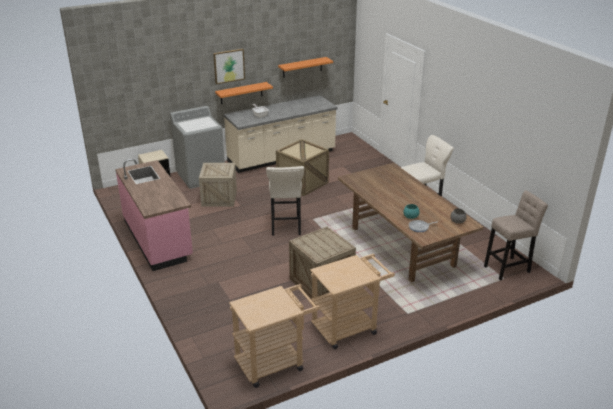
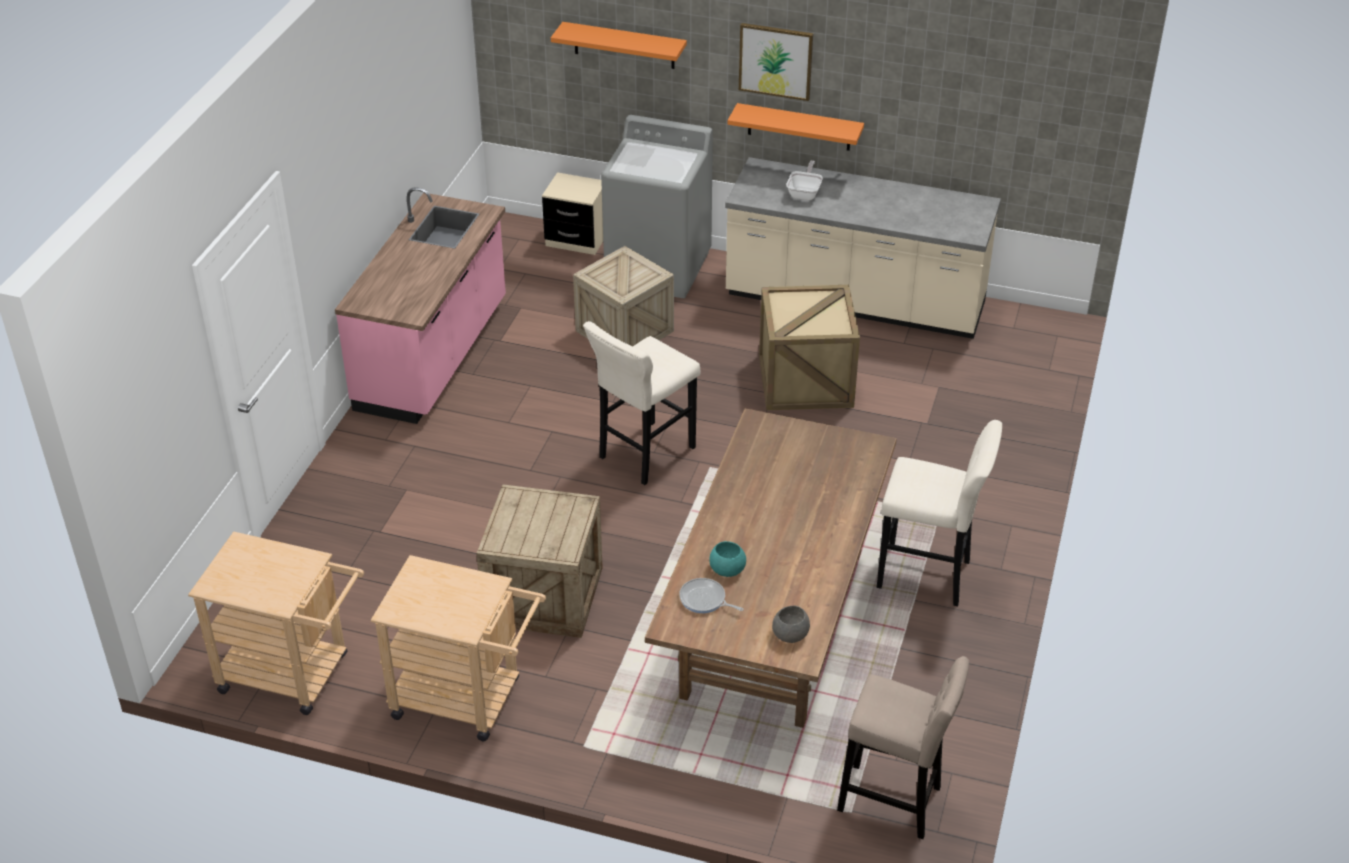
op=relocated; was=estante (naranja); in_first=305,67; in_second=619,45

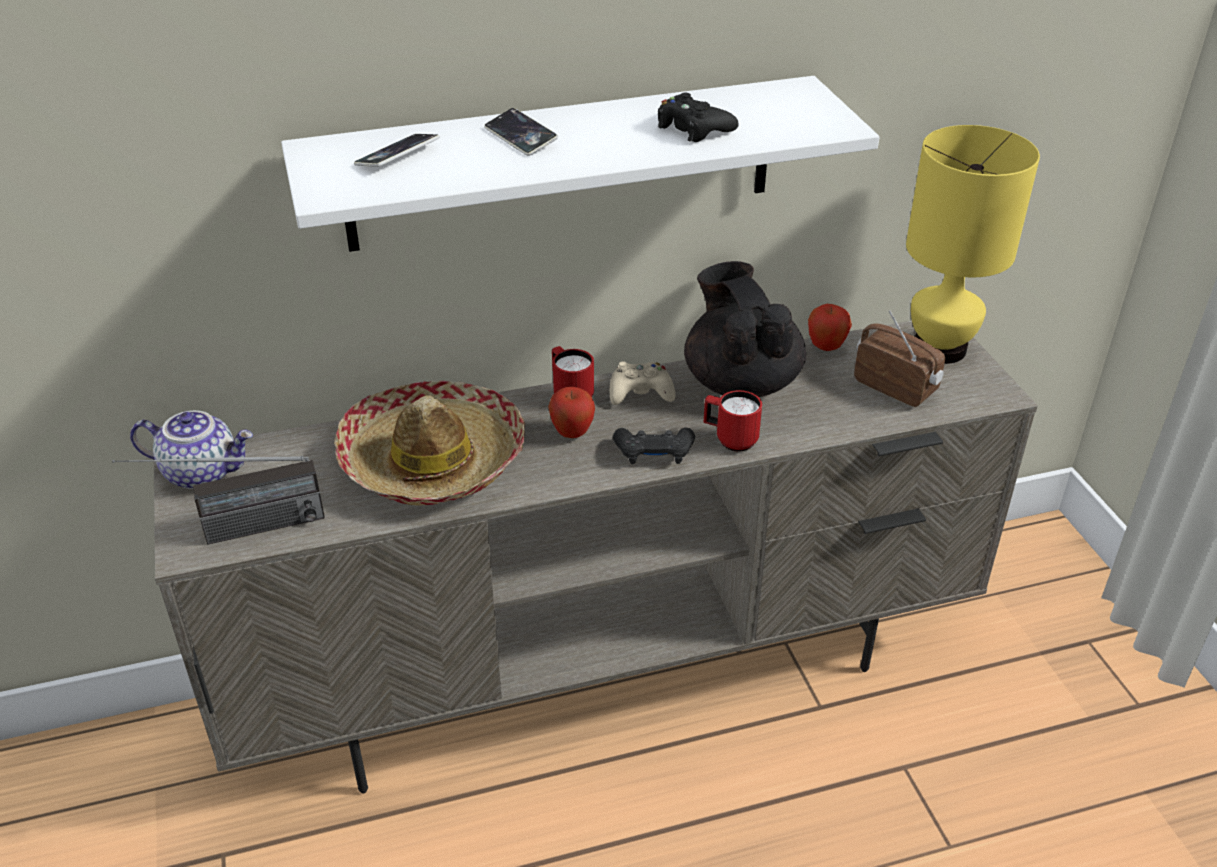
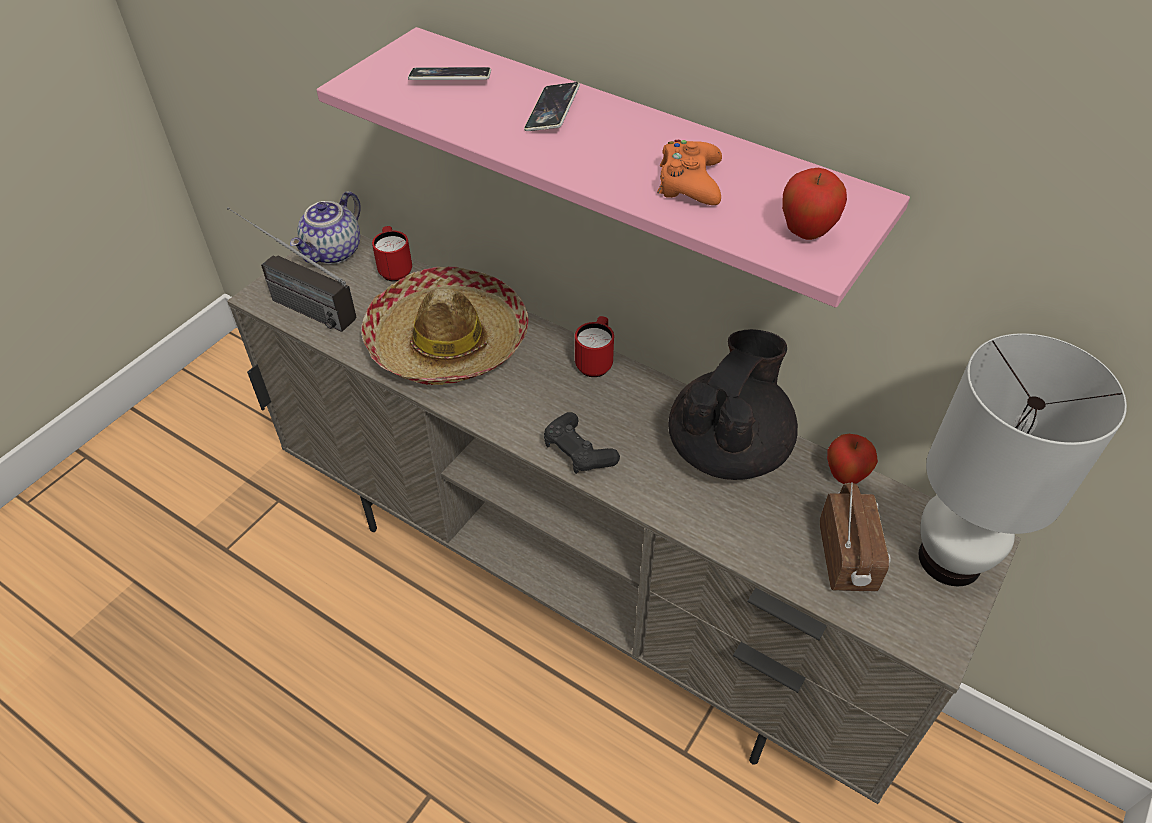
op=spun; was=tetera; in_first=191,449; in_second=325,227; clockwise=60
op=colour; was=estante (blanco); now=estante (rosa); in_first=580,164; in_second=613,167
op=relocated; was=manzana; in_first=571,412; in_second=814,204
op=missing; was=mando de consola (beis); in_first=642,383
op=colour; was=mando de consola (negro); now=mando de consola (naranja); in_first=698,117; in_second=689,172
op=relocated; was=taza grande (rojo); in_first=733,421; in_second=392,254
op=colour; was=lámpara de mesa (amarillo); now=lámpara de mesa (blanco); in_first=973,244; in_second=1022,460

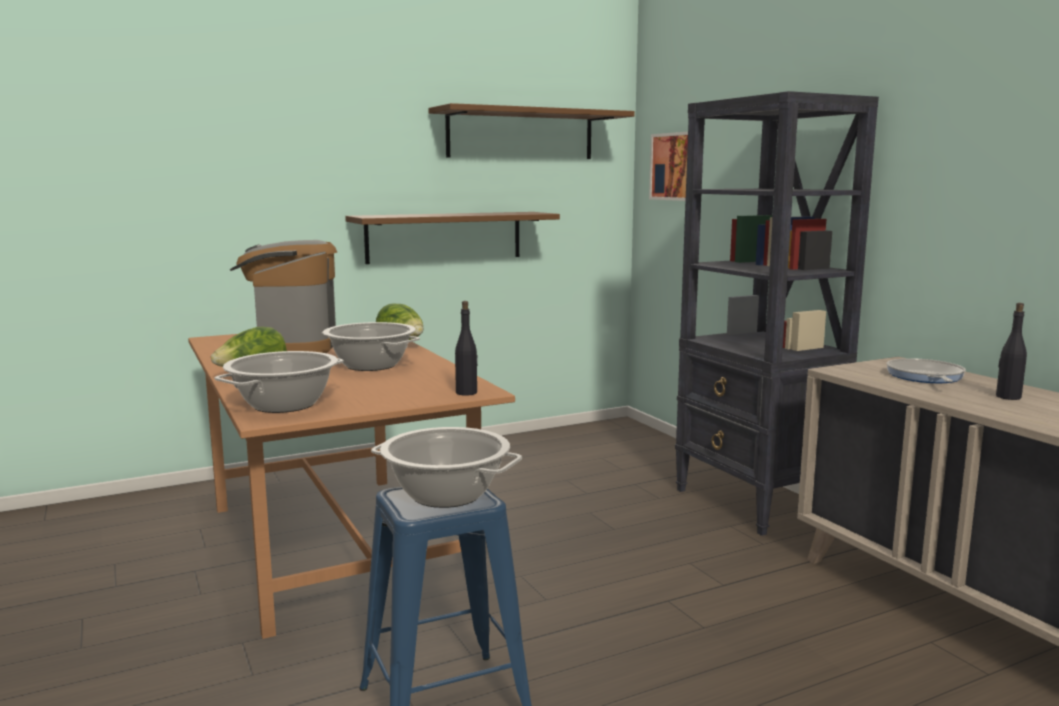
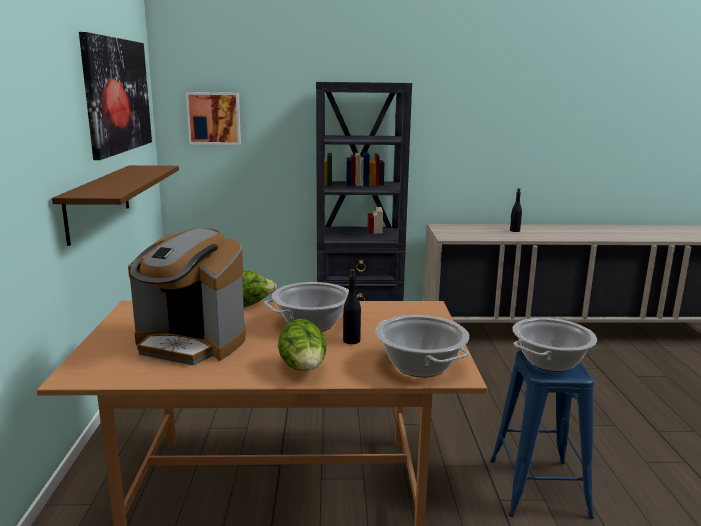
op=exchanged; was=estante (marrón); now=cuadro; in_first=531,131; in_second=115,96
op=relocated; was=botella (negro); in_first=466,348; in_second=352,306
op=missing; was=sartén; in_first=926,370

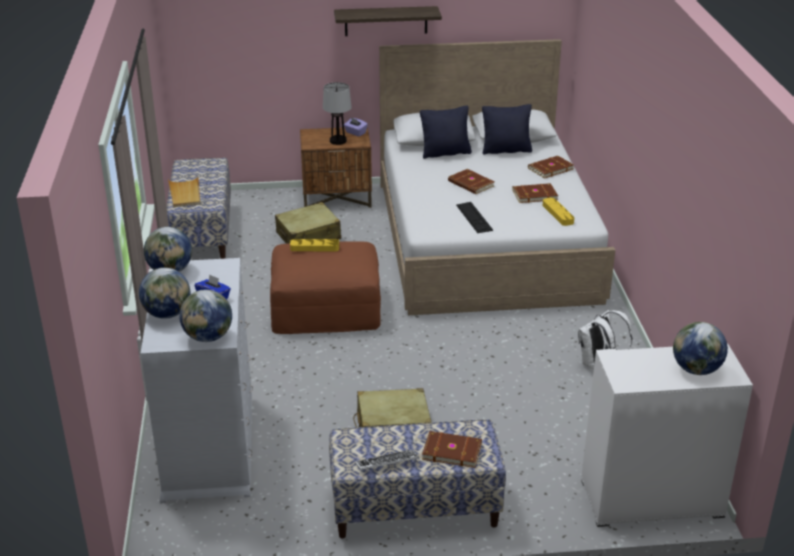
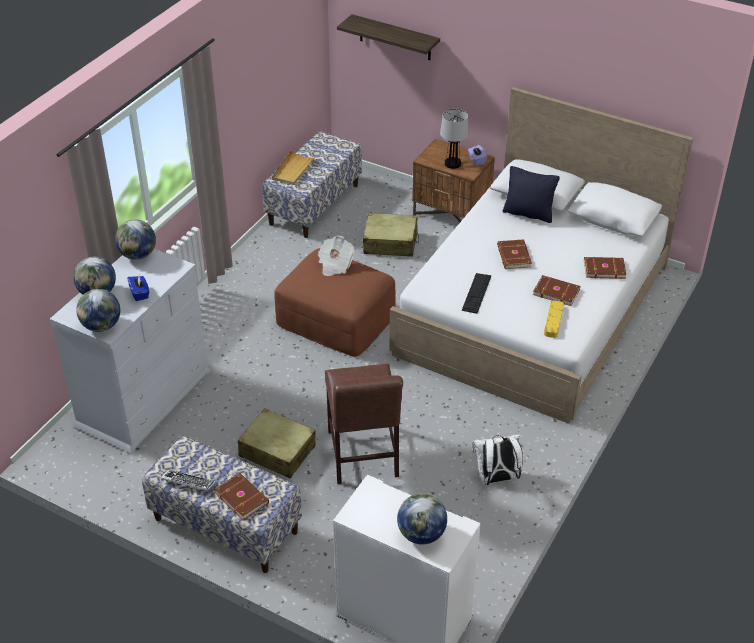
op=exchanged; was=bandeja (amarillo); now=periódico; in_first=314,245; in_second=336,256
op=relocated; was=estante; in_first=388,21; in_second=388,37
op=missing; was=cojín (negro); in_first=507,129
op=appeared; now=silla (marrón); in_second=364,423

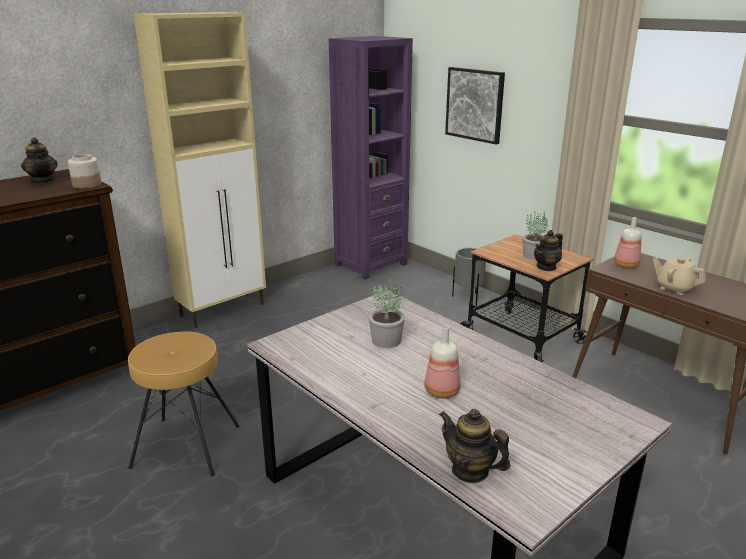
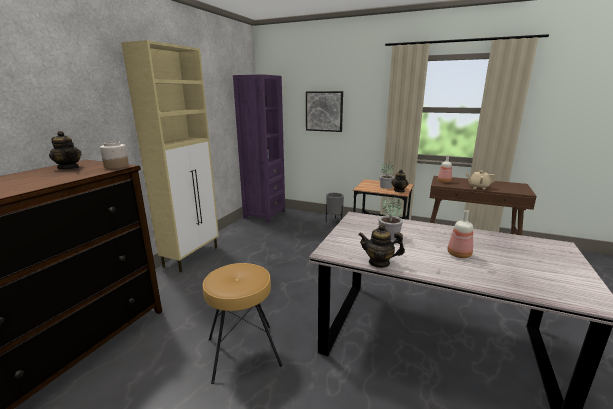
op=relocated; was=tetera; in_first=475,446; in_second=381,246

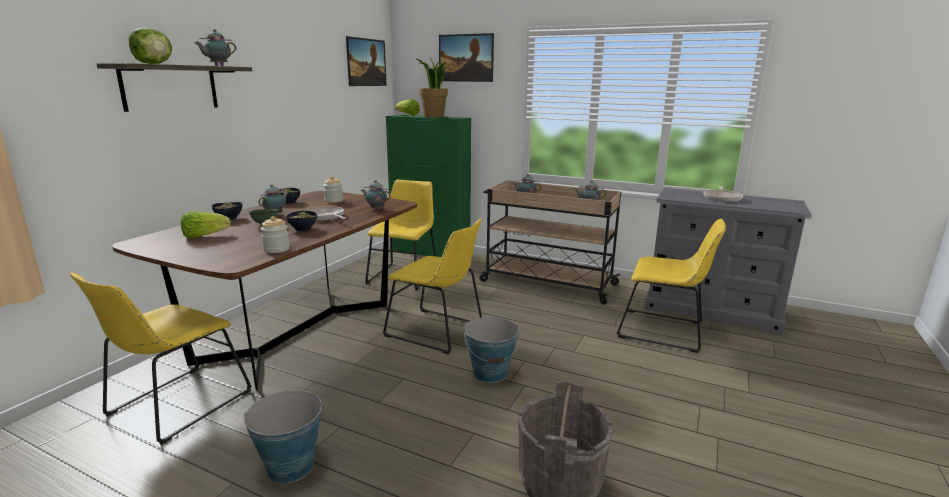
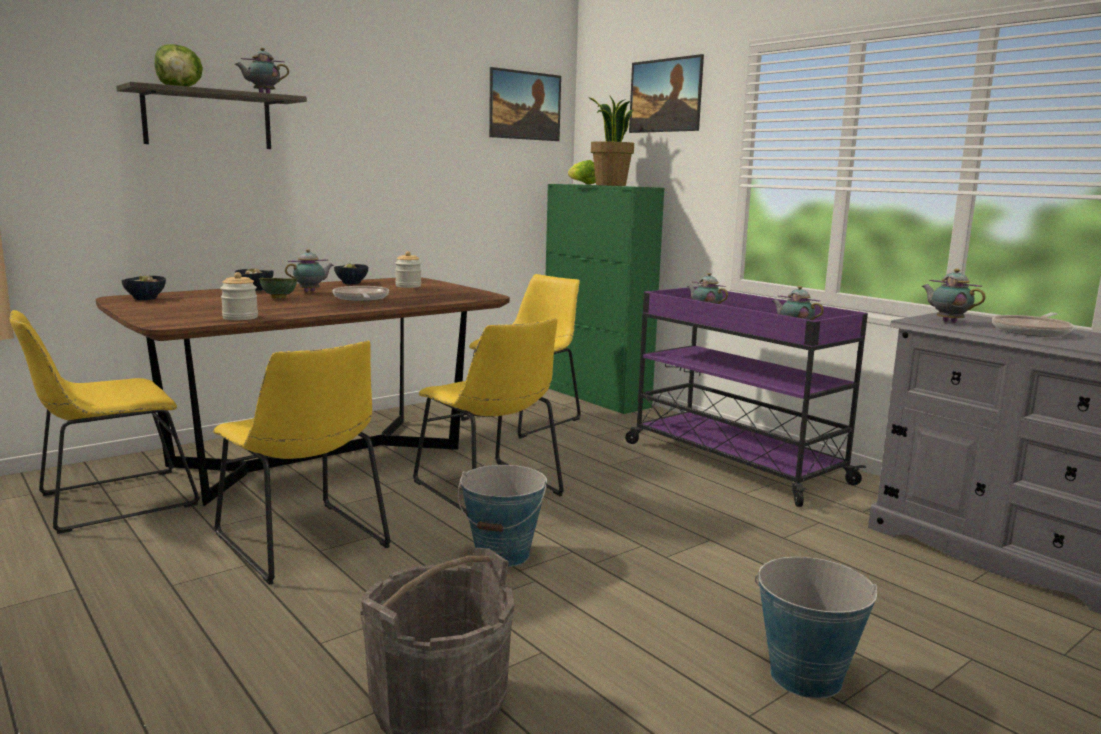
op=missing; was=lechuga; in_first=206,224
op=relocated; was=cubo; in_first=283,436; in_second=816,628
op=relocated; was=cuenco; in_first=301,221; in_second=144,288
op=relocated; was=tetera; in_first=376,195; in_second=953,296
op=colour; was=carrito (beis); now=carrito (morado); in_first=550,242; in_second=746,396
op=relocated; was=silla (amarillo); in_first=671,286; in_second=302,463

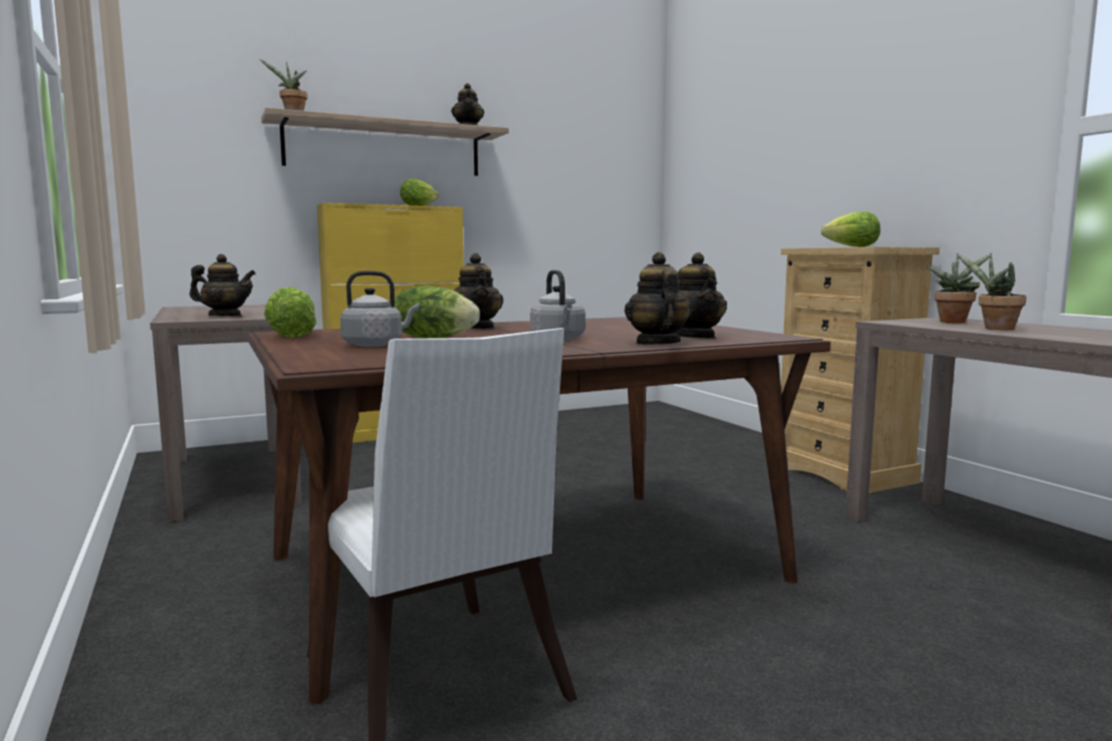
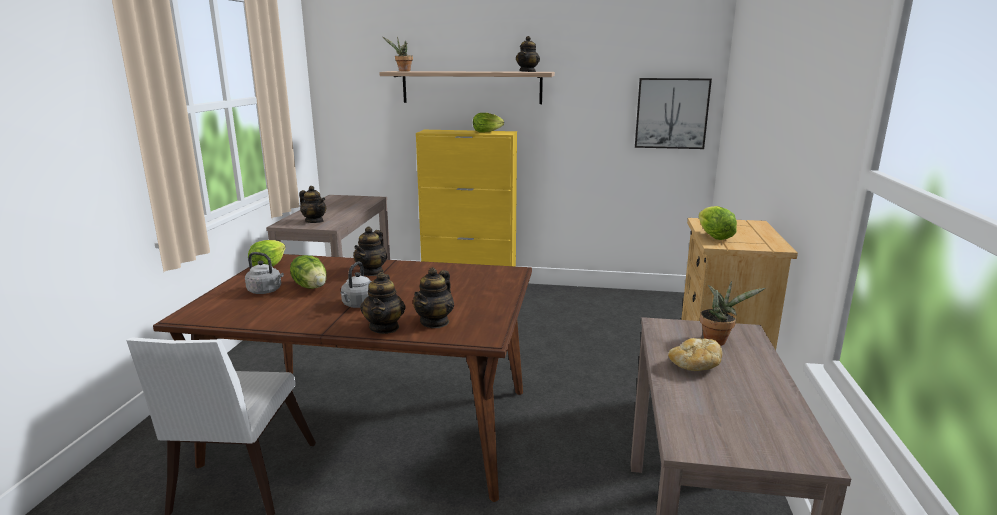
op=spun; was=tetera; in_first=658,298; in_second=383,303; clockwise=150
op=exchanged; was=planta en maceta; now=pan; in_first=991,291; in_second=695,354
op=appeared; now=cuadro; in_second=673,113

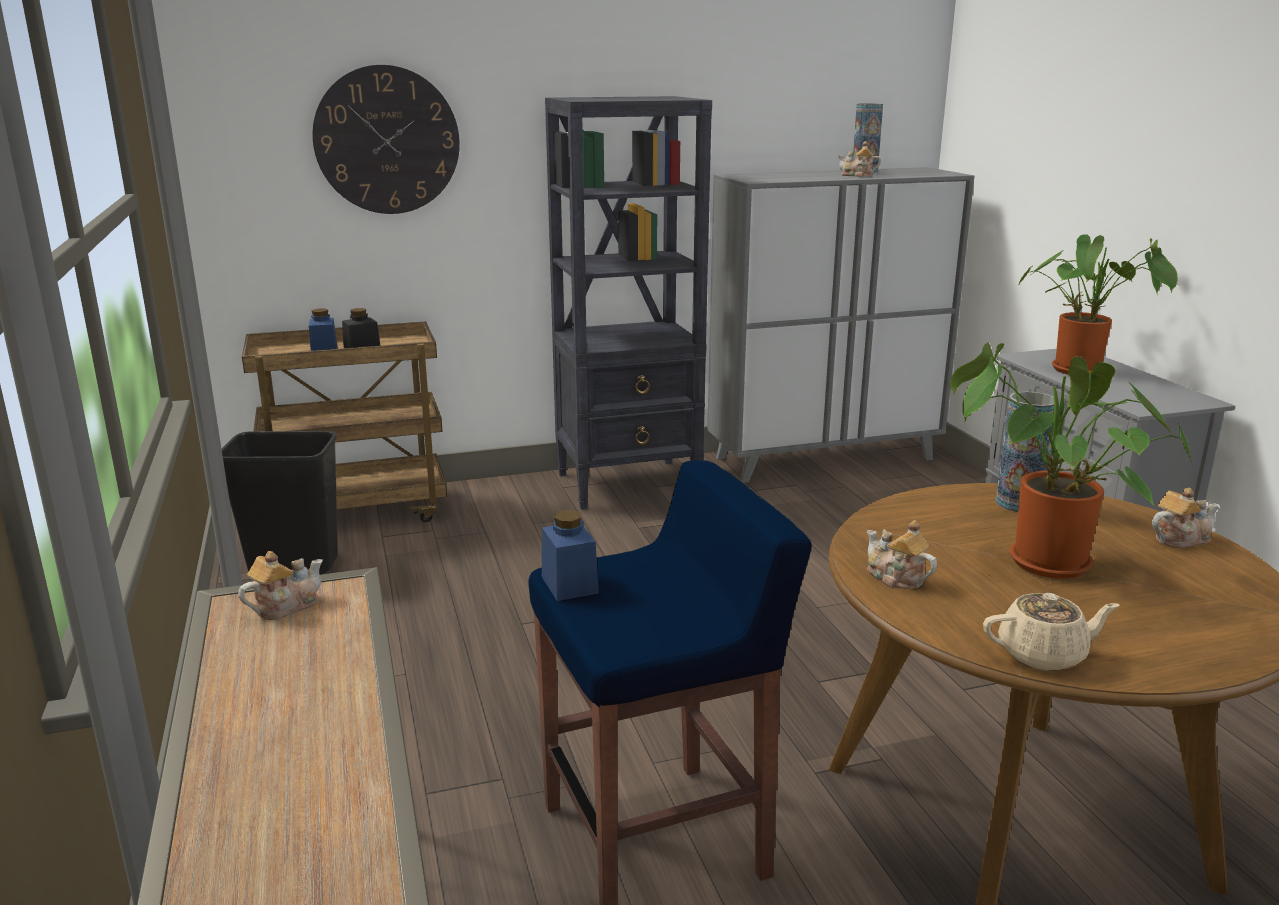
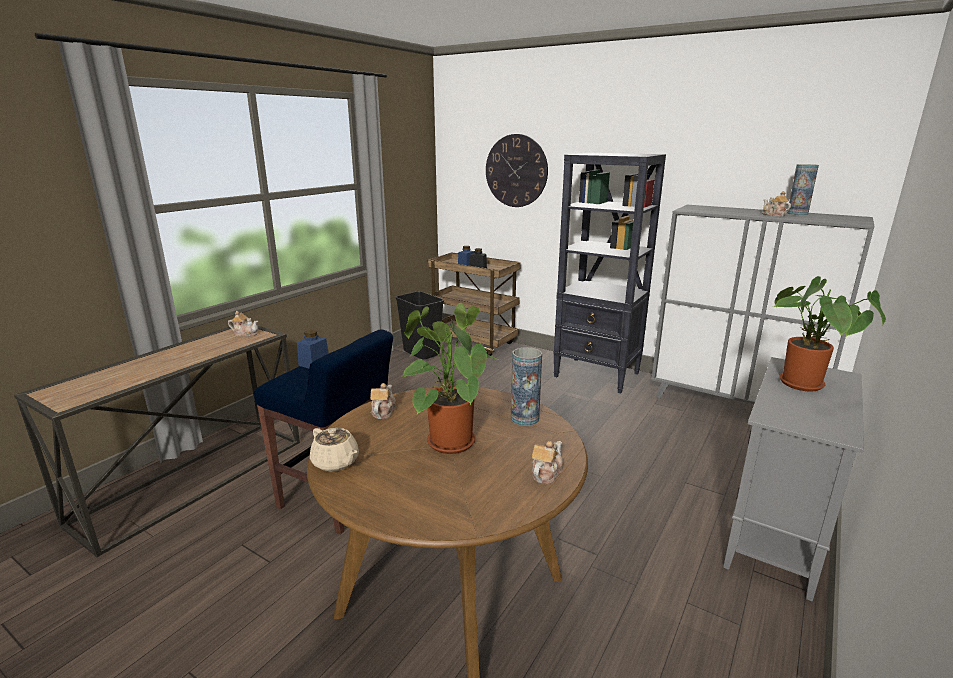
op=spun; was=tetera; in_first=1186,517; in_second=547,462; clockwise=-90

